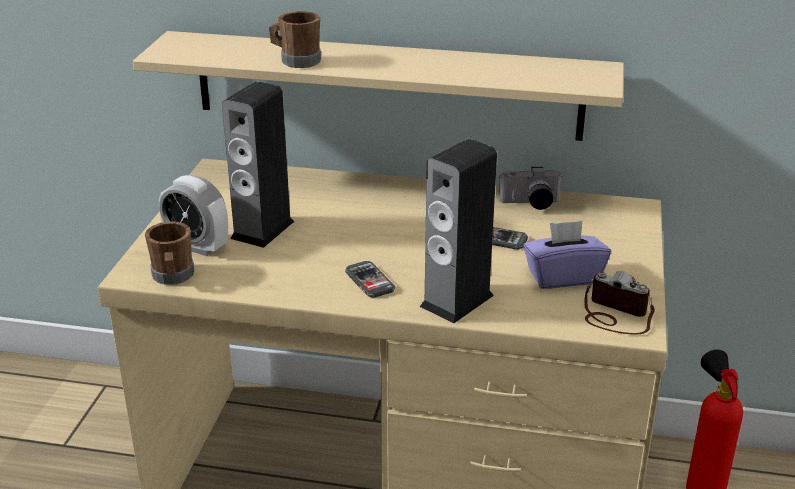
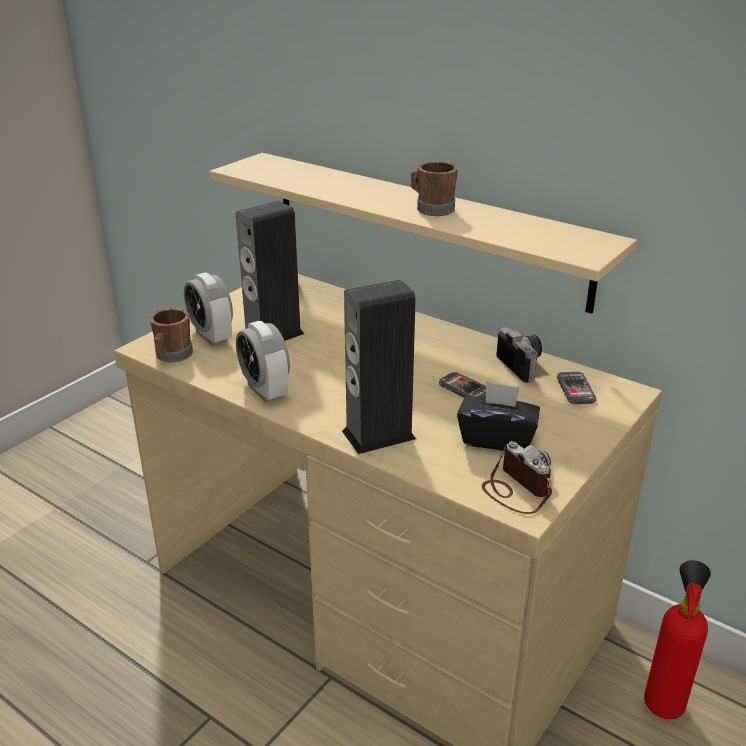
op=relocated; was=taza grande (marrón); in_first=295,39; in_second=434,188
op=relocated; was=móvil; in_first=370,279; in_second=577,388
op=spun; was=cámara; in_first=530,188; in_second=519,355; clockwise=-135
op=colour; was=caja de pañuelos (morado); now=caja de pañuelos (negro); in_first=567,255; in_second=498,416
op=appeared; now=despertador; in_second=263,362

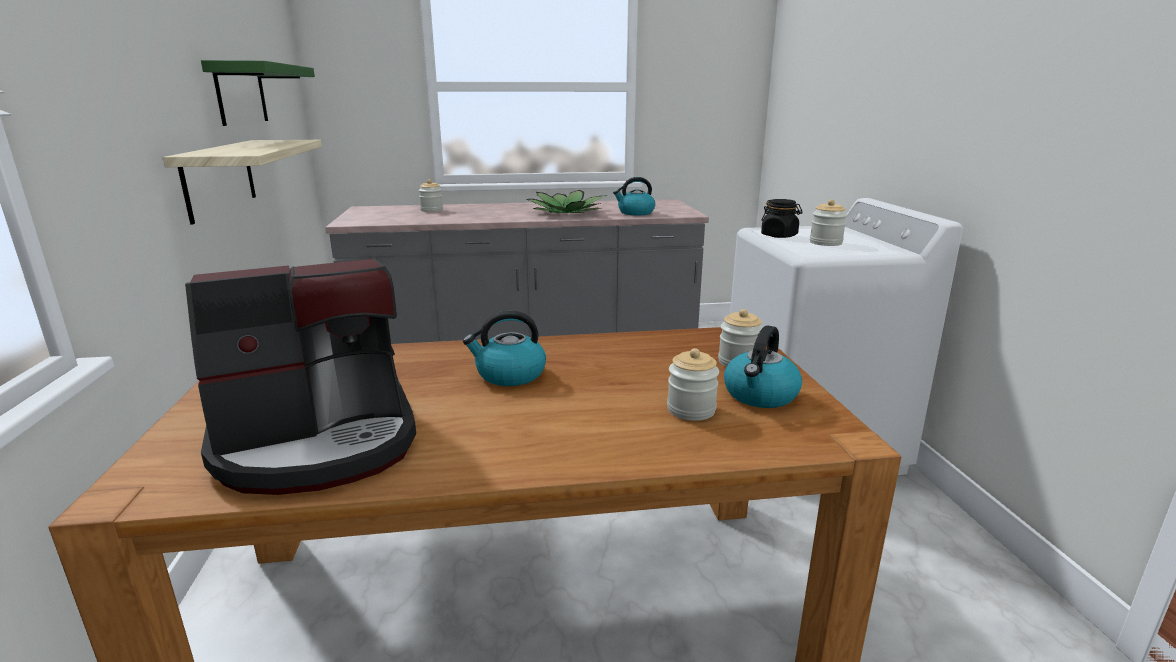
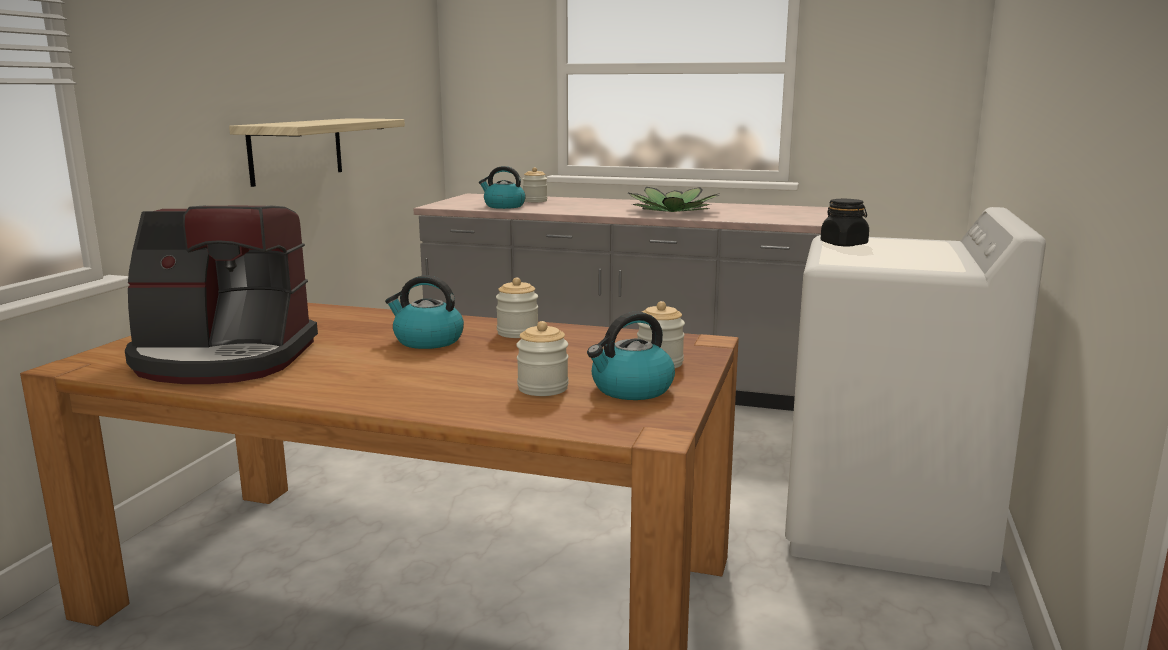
op=missing; was=estante (verde); in_first=258,93
op=relocated; was=hervidor; in_first=634,196; in_second=502,187
op=relocated; was=tarro; in_first=828,222; in_second=517,307

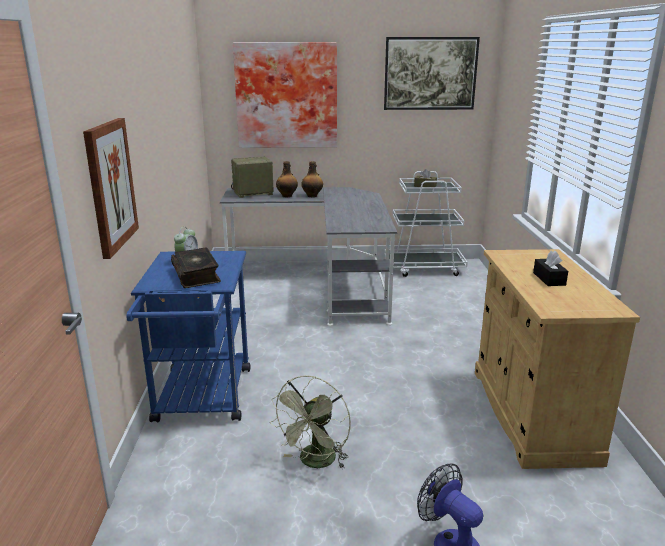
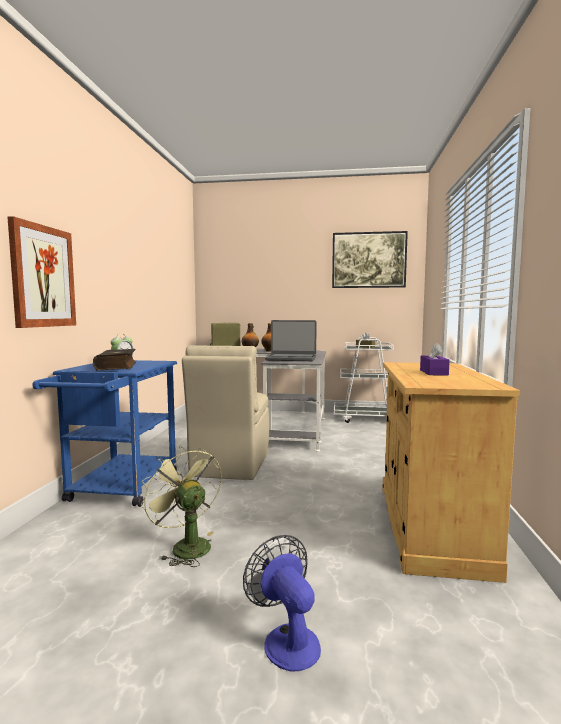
op=missing; was=cuadro; in_first=285,95
op=spun; was=ventilador (verde); in_first=310,422; in_second=181,506; clockwise=105
op=colour; was=caja de pañuelos (negro); now=caja de pañuelos (morado); in_first=550,268; in_second=435,359
op=appeared; now=silla (beis); in_second=225,412
op=appeared; now=portátil; in_second=291,340

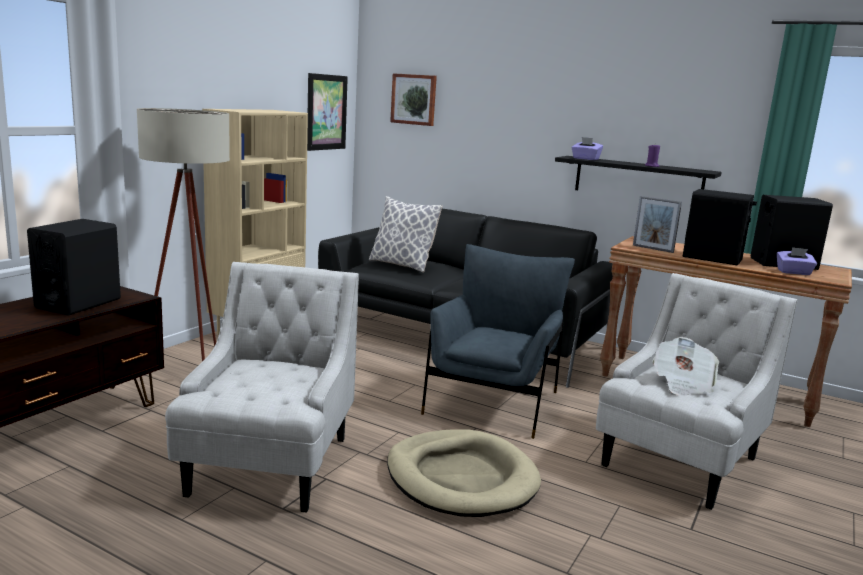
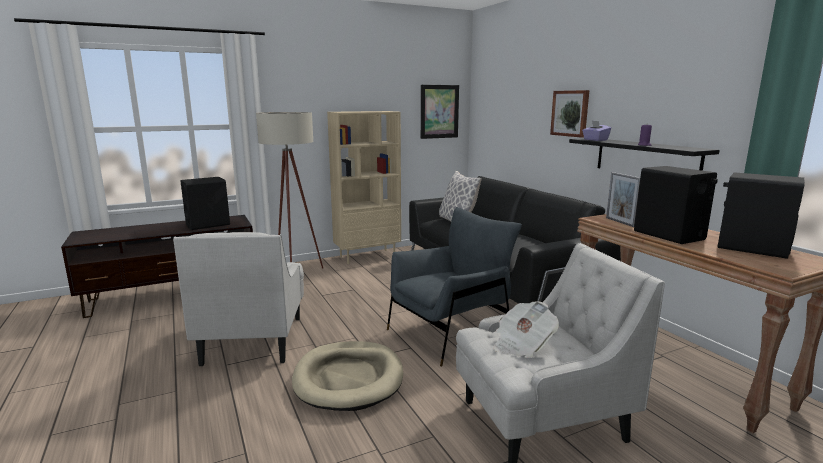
op=spun; was=sillón (blanco); in_first=262,387; in_second=238,299; clockwise=135
op=relocated; was=cuadro; in_first=413,99; in_second=569,114
op=missing; was=caja de pañuelos (morado); in_first=797,261

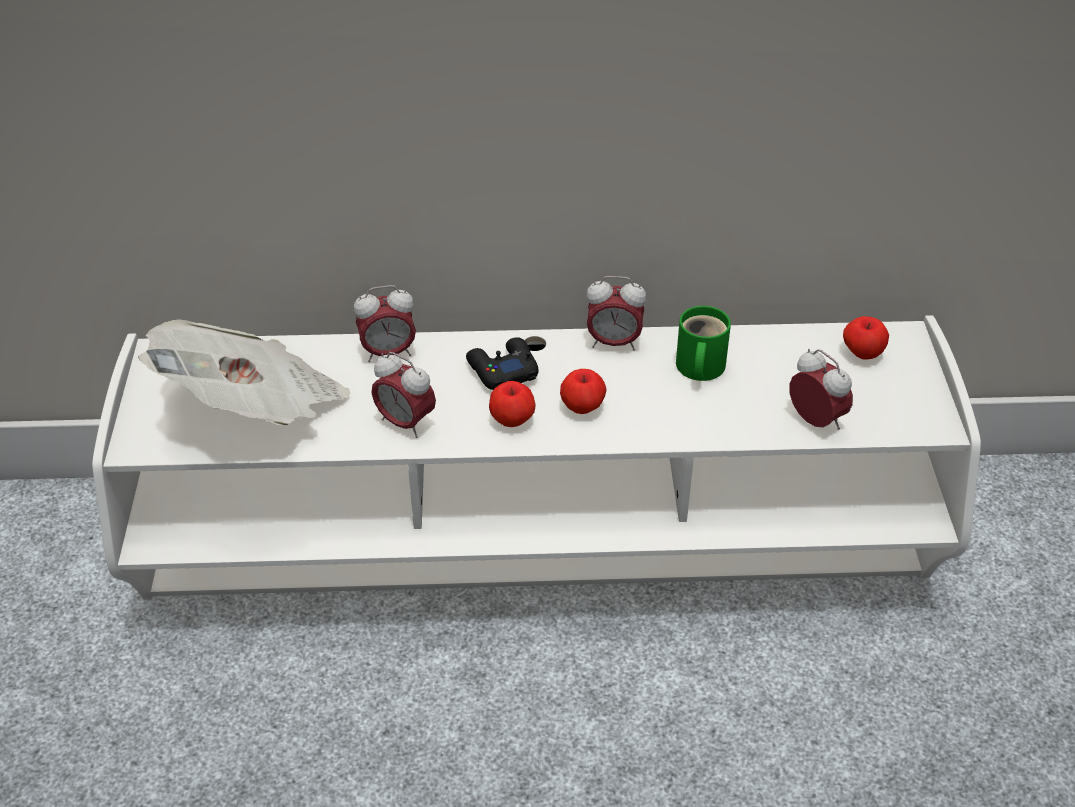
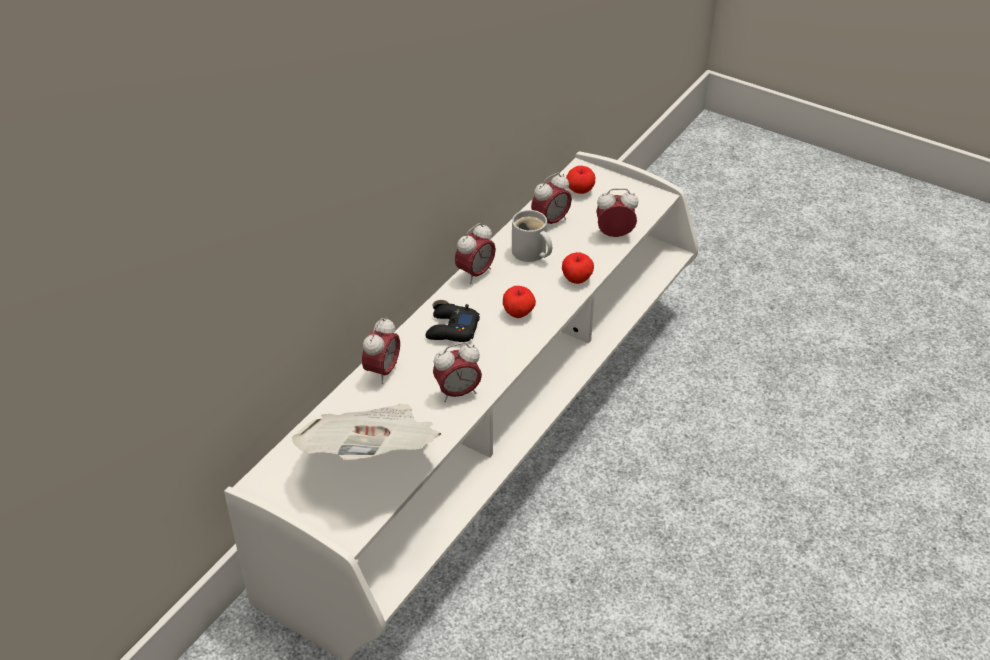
op=relocated; was=manzana; in_first=512,404; in_second=578,268
op=colour; was=taza grande (verde); now=taza grande (blanco); in_first=703,343; in_second=532,236
op=appeared; now=despertador; in_second=551,198

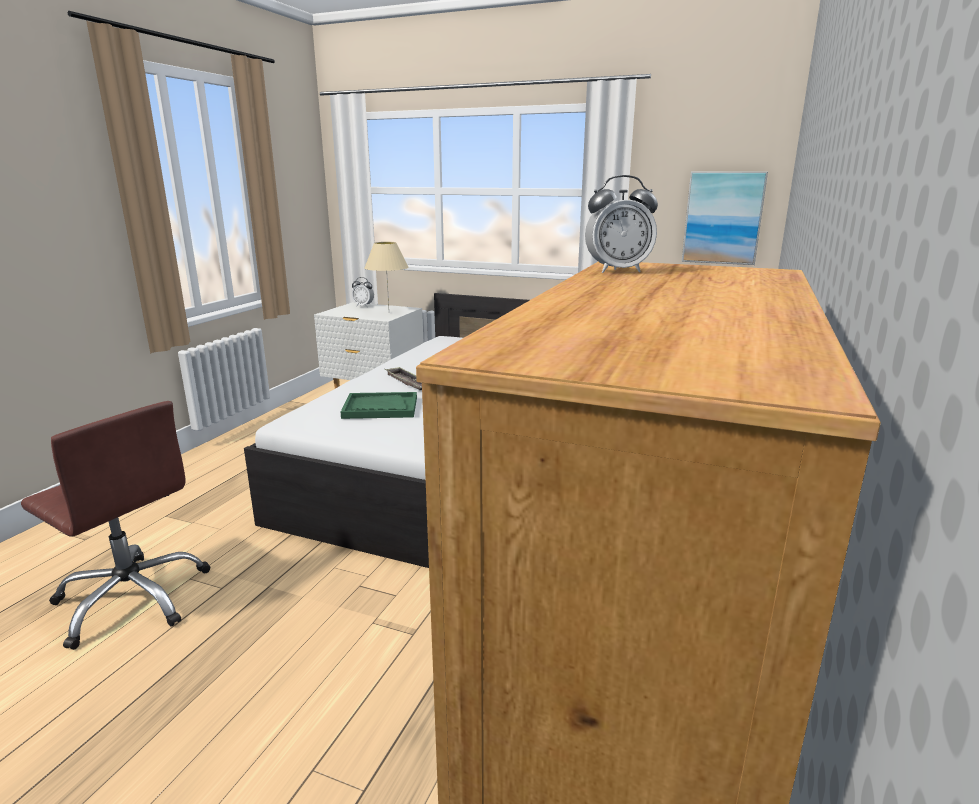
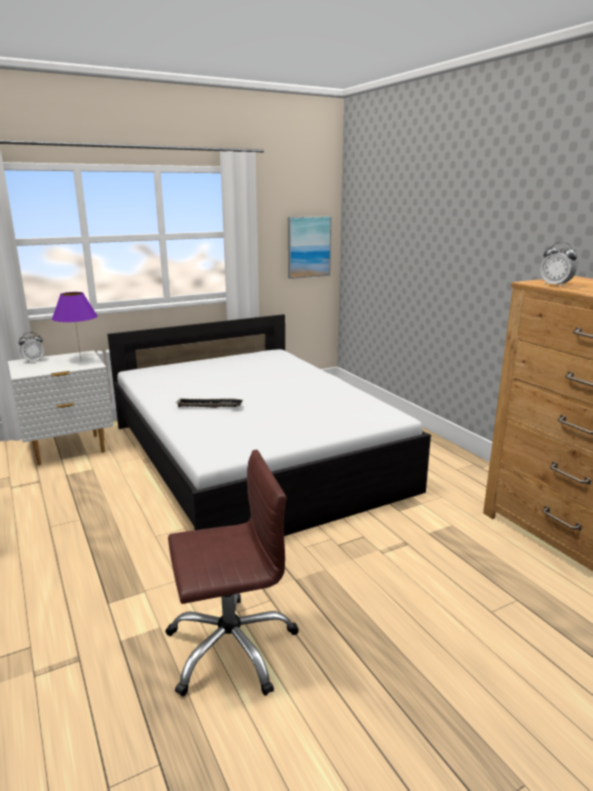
op=missing; was=bandeja (verde); in_first=379,405
op=colour; was=lámpara de mesa (beis); now=lámpara de mesa (morado); in_first=386,275; in_second=75,326
op=spun; was=despertador; in_first=621,224; in_second=558,264; clockwise=105

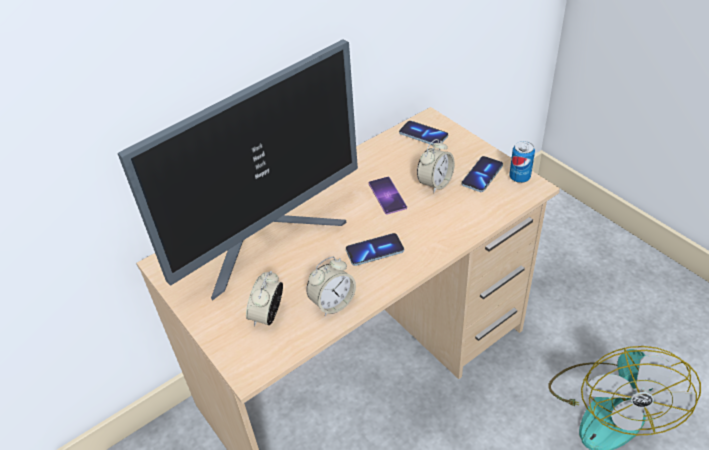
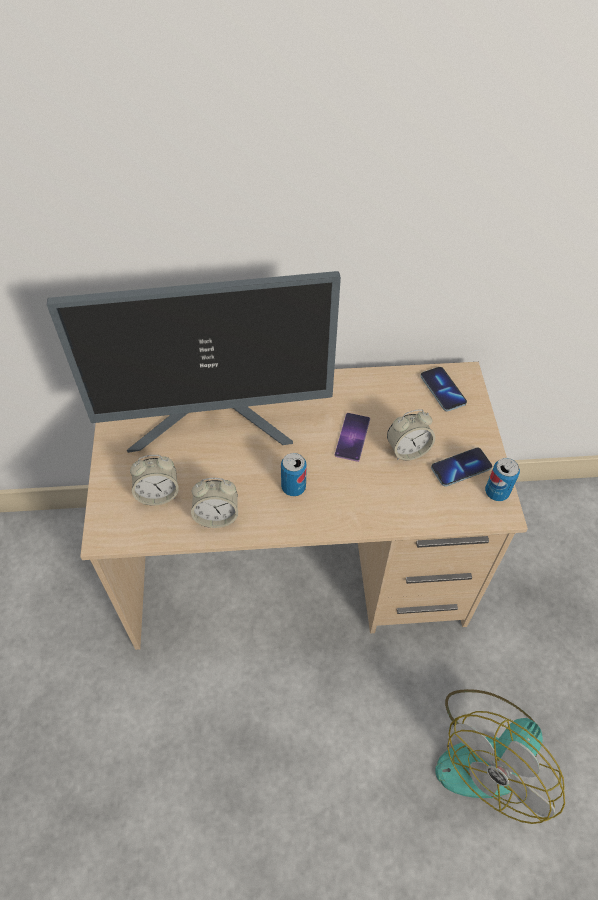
op=spun; was=despertador; in_first=264,298; in_second=154,480; clockwise=-150
op=exchanged; was=móvil; now=lata; in_first=375,249; in_second=294,474

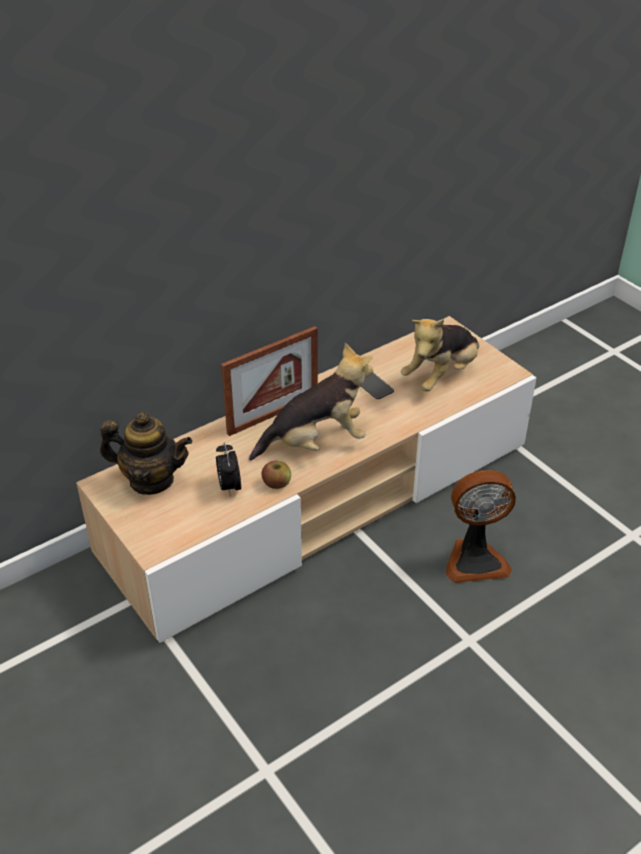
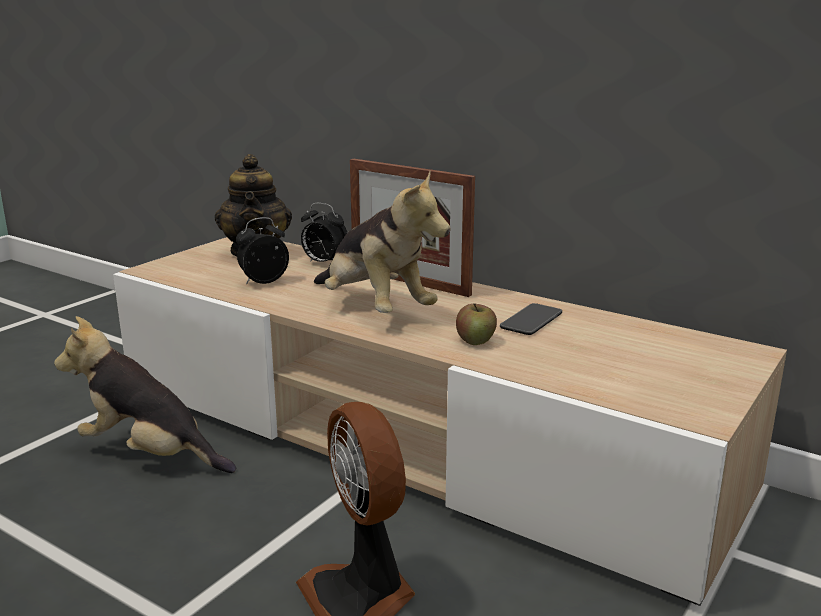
op=relocated; was=manzana; in_first=276,475; in_second=476,324
op=relocated; was=peluche; in_first=440,355; in_second=145,394
op=appeared; now=despertador; in_second=324,232

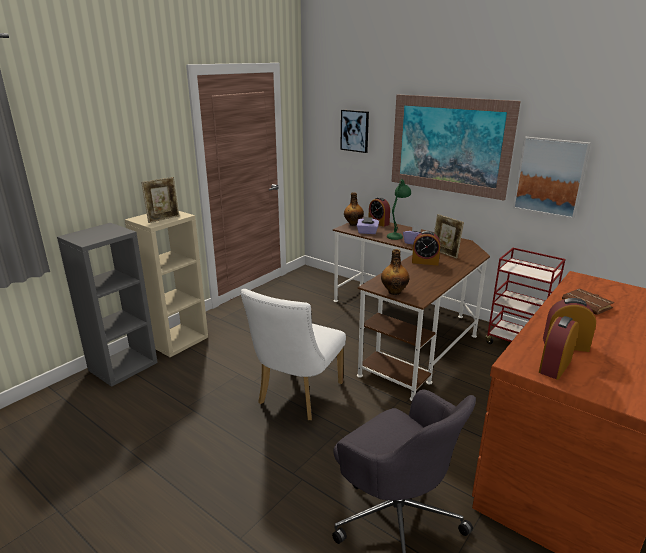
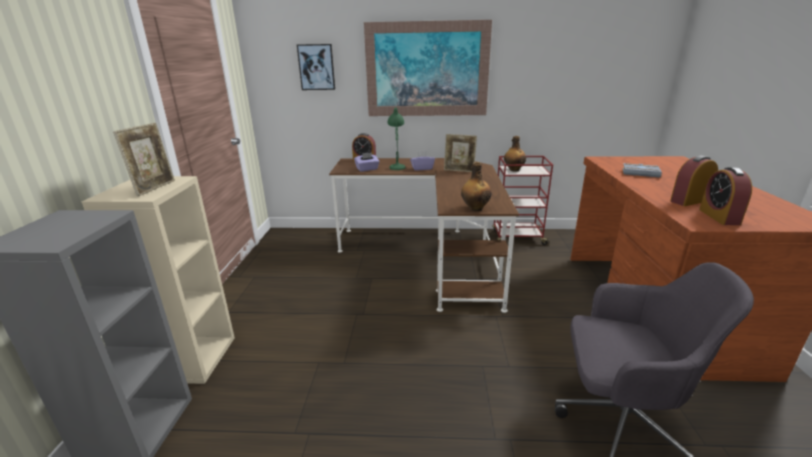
op=missing; was=silla (blanco); in_first=293,354
op=relocated; was=botella; in_first=354,209; in_second=515,153
op=missing; was=despertador; in_first=426,248
op=missing; was=cuadro; in_first=552,178
op=colour; was=libro (marrón); now=libro (gris); in_first=588,301; in_second=642,170

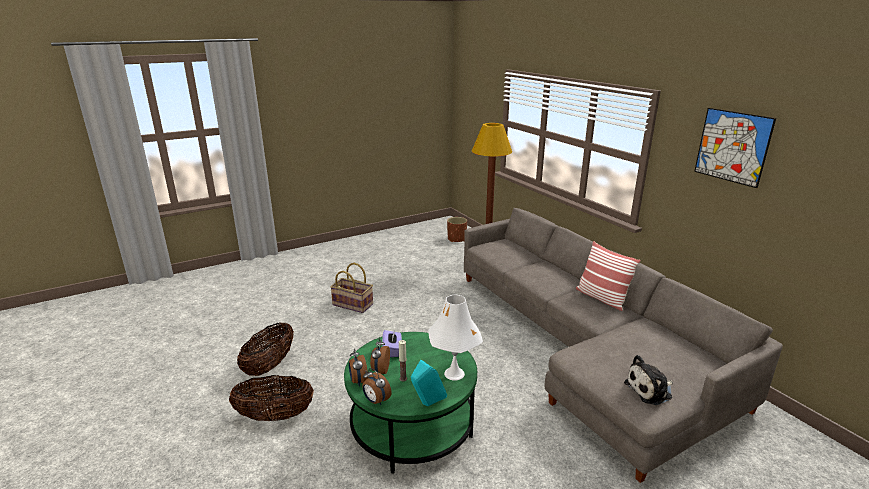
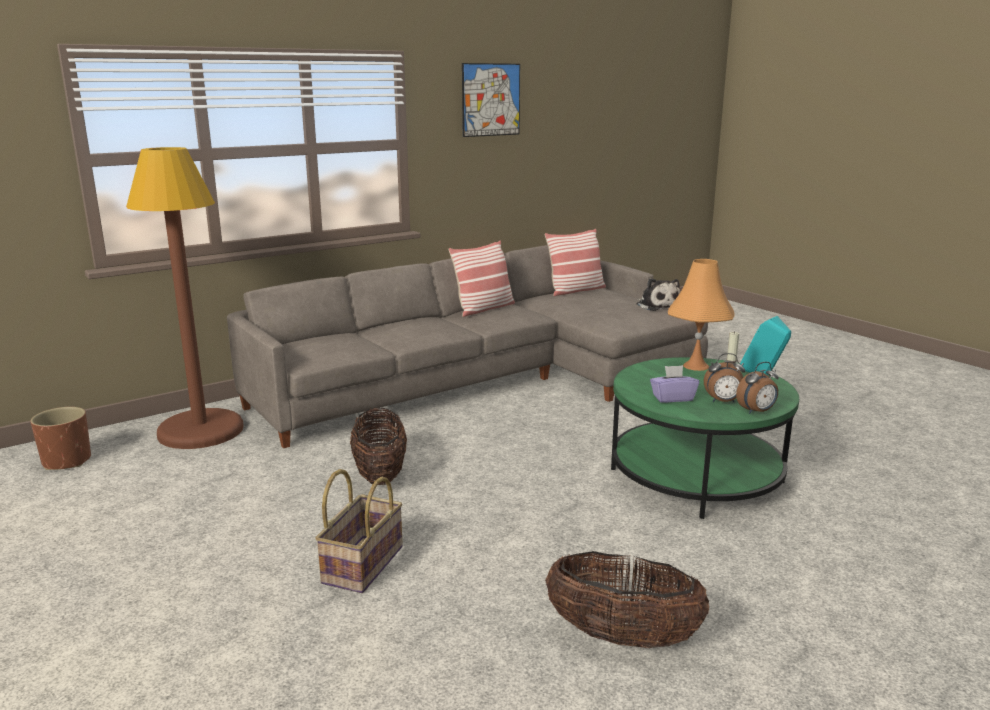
op=relocated; was=cesta; in_first=271,398; in_second=378,446
op=missing; was=despertador; in_first=377,386
op=colour; was=lámpara de mesa (blanco); now=lámpara de mesa (naranja); in_first=455,337; in_second=701,315
op=appeared; now=cojín; in_second=575,262

